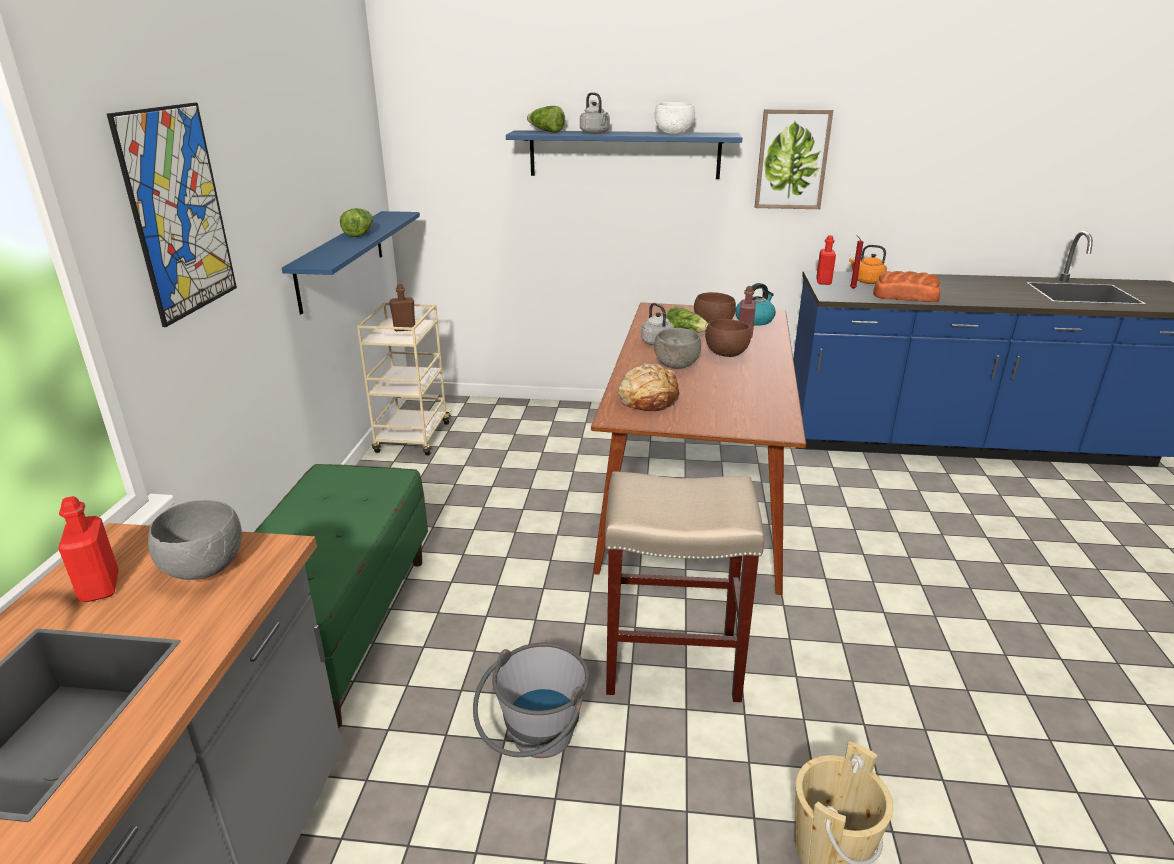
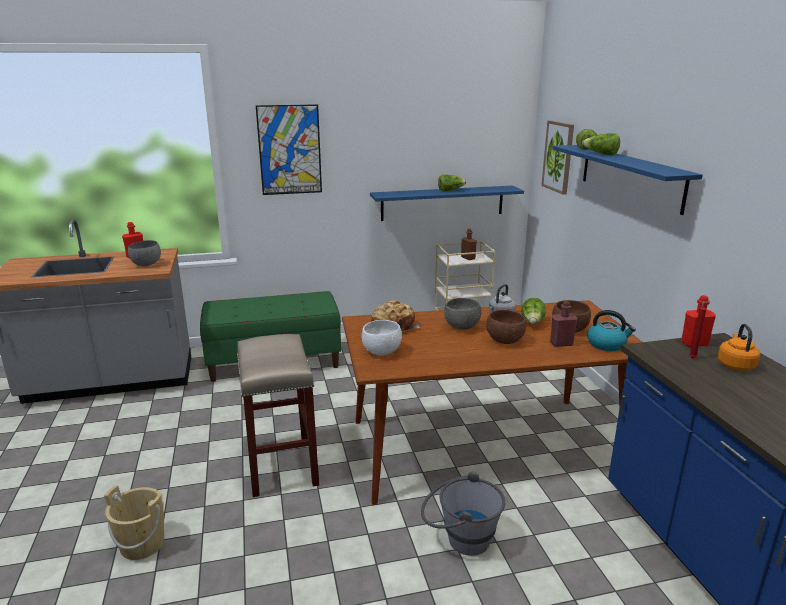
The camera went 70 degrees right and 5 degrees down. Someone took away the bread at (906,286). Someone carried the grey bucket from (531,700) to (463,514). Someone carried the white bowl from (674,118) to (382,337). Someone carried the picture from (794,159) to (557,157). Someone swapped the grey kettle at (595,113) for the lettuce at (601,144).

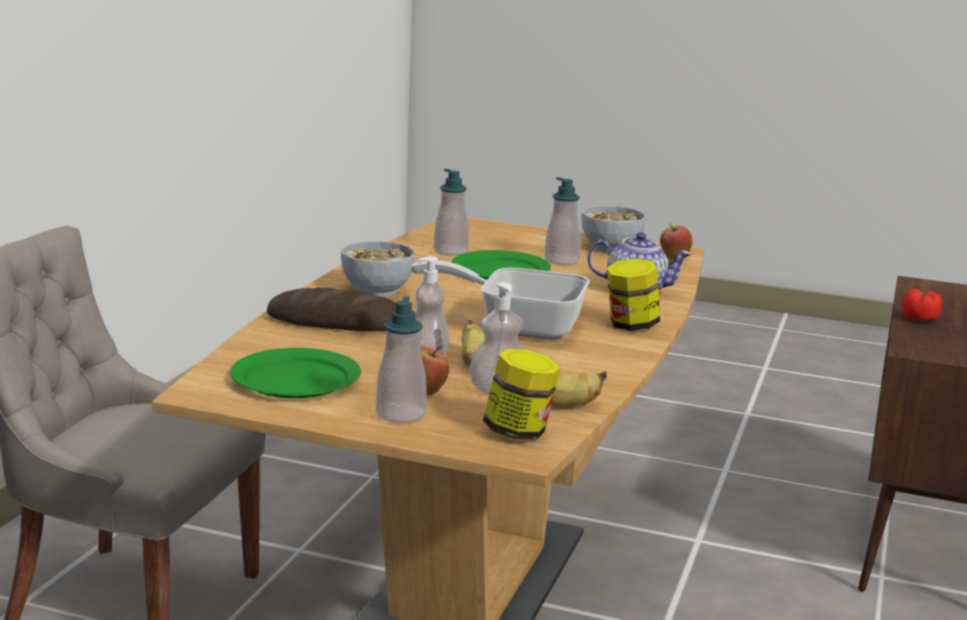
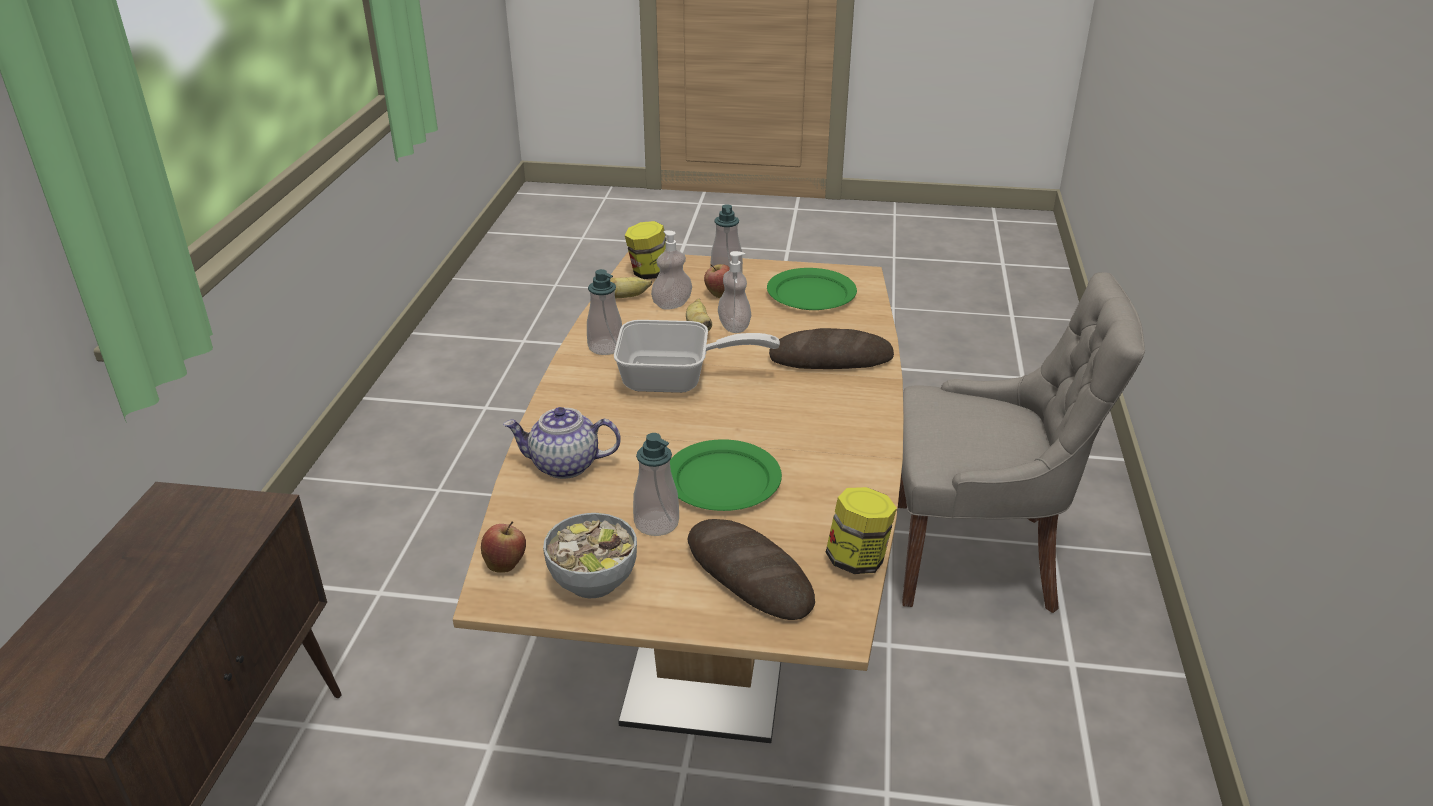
The camera went 170 degrees right and 15 degrees up. Someone took away the bowl at (378,269). Someone took away the tomato at (922,305). Someone put down the bread at (751,569). Someone carried the soap dispenser from (451,212) to (604,312). Someone carried the jar from (633,295) to (861,530).

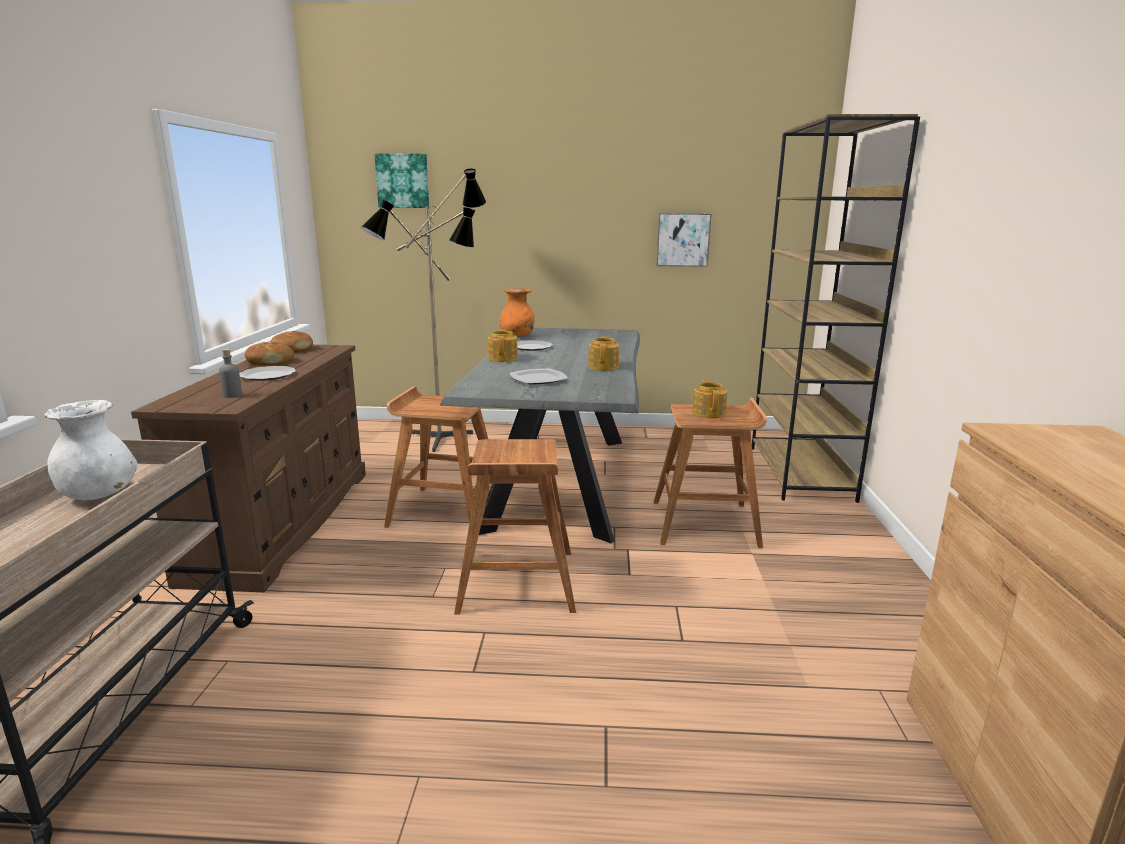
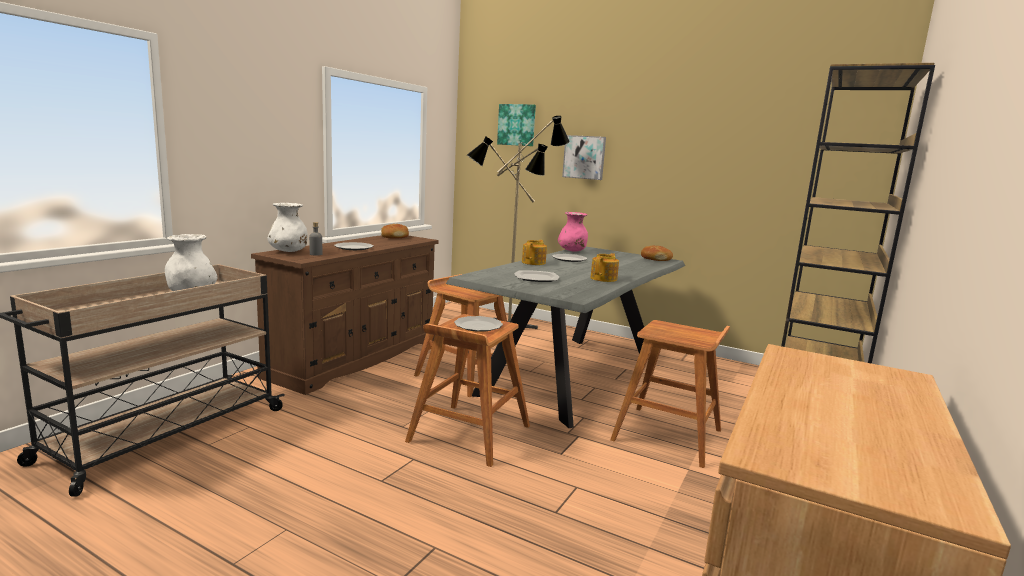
The camera went 25 degrees right and 5 degrees down. Someone took away the teapot at (709,398). Someone put down the white vase at (287,227). Someone put down the plate at (478,324). Someone carried the bread from (269,353) to (657,253). Someone carried the picture from (684,240) to (584,157). Someone repainted the orange vase at (517,312), which became the pink vase at (573,232).

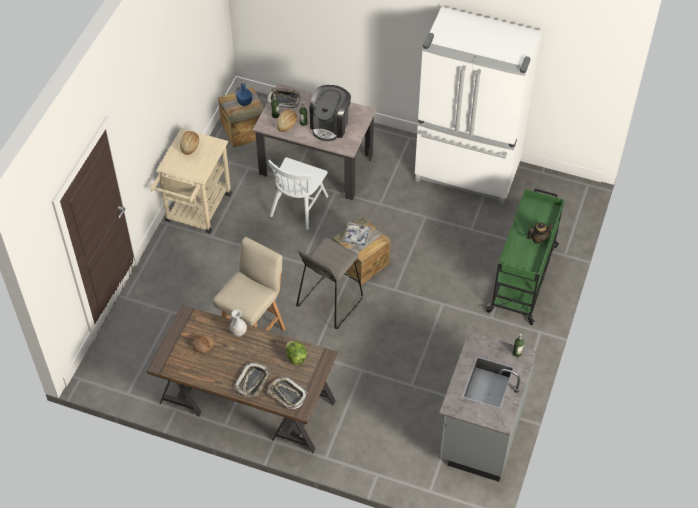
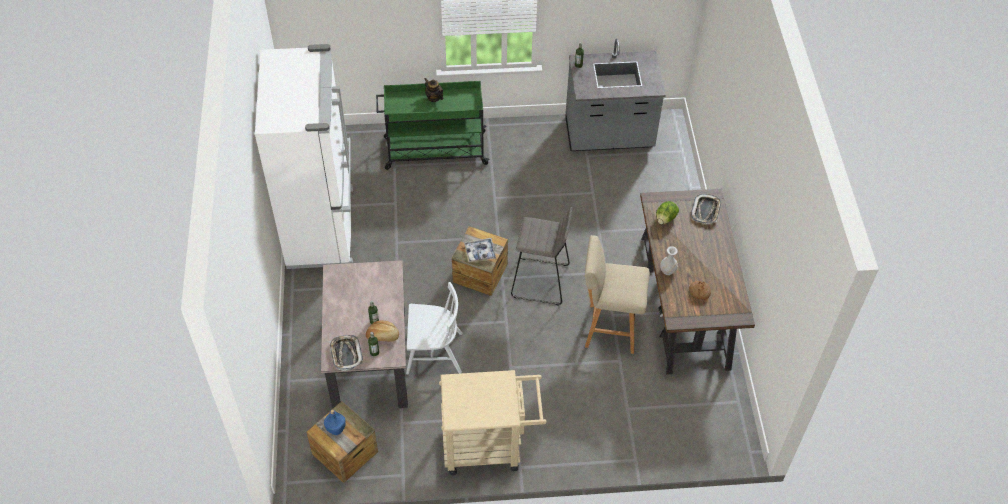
The camera went 115 degrees left and 0 degrees up. Someone took away the bread at (189,143). Someone took away the tray at (252,380). Someone took away the coffee machine at (330,113).

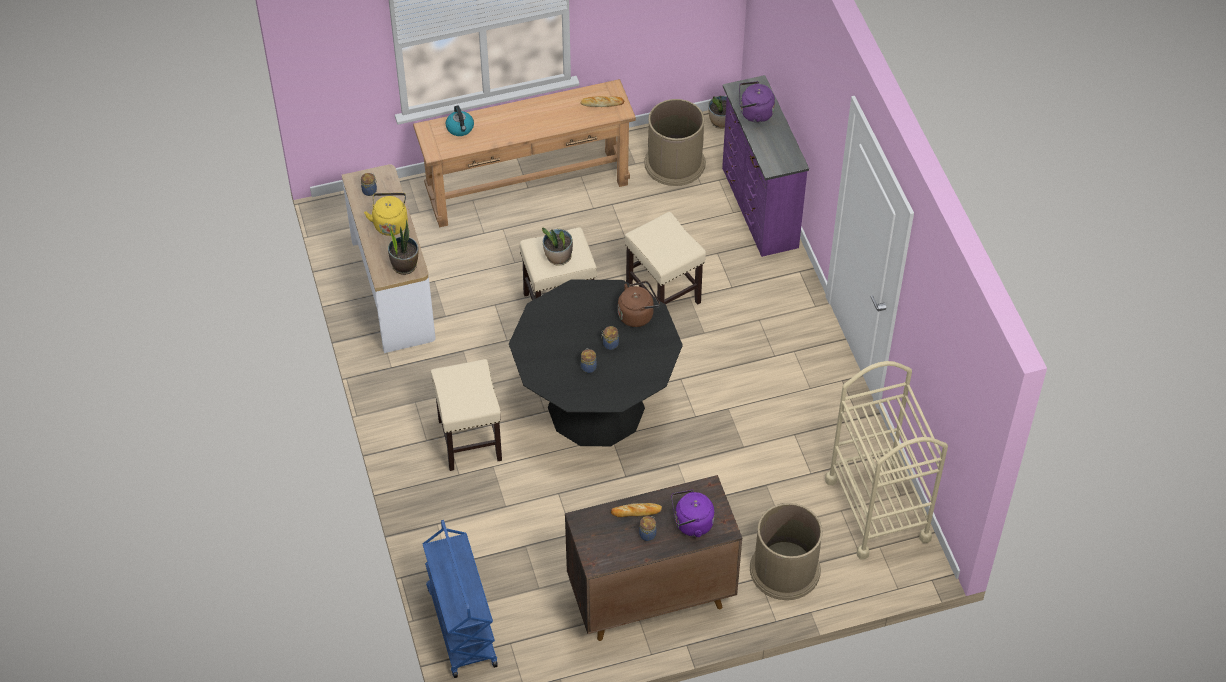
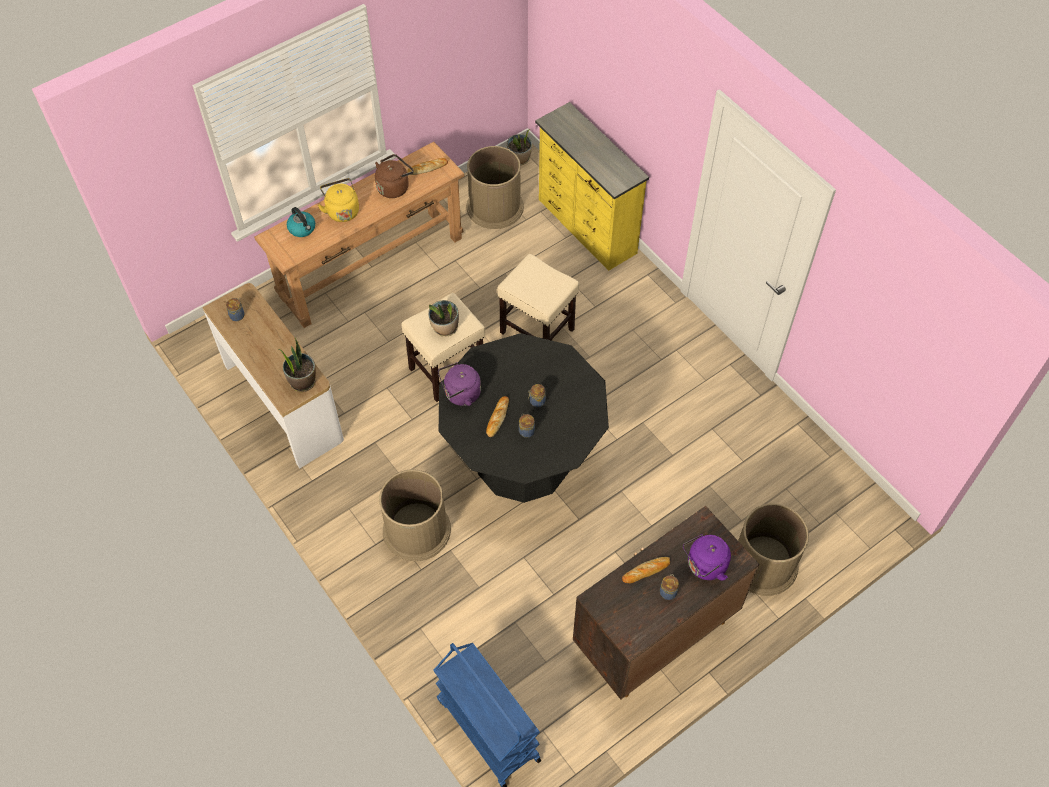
The camera went 20 degrees left and 5 degrees up. Someone took away the beige cart at (886,460). Someone put down the bread at (497,416). Someone carried the yellow kettle from (386,214) to (338,200). Someone carried the brown kettle from (639,304) to (394,176). Someone carried the purple kettle from (757,102) to (459,384). Someone swapped the beige stool at (466,415) for the brown trash can at (415,515). Someone repainted the purple dresser at (765,166), which became the yellow dresser at (592,186).

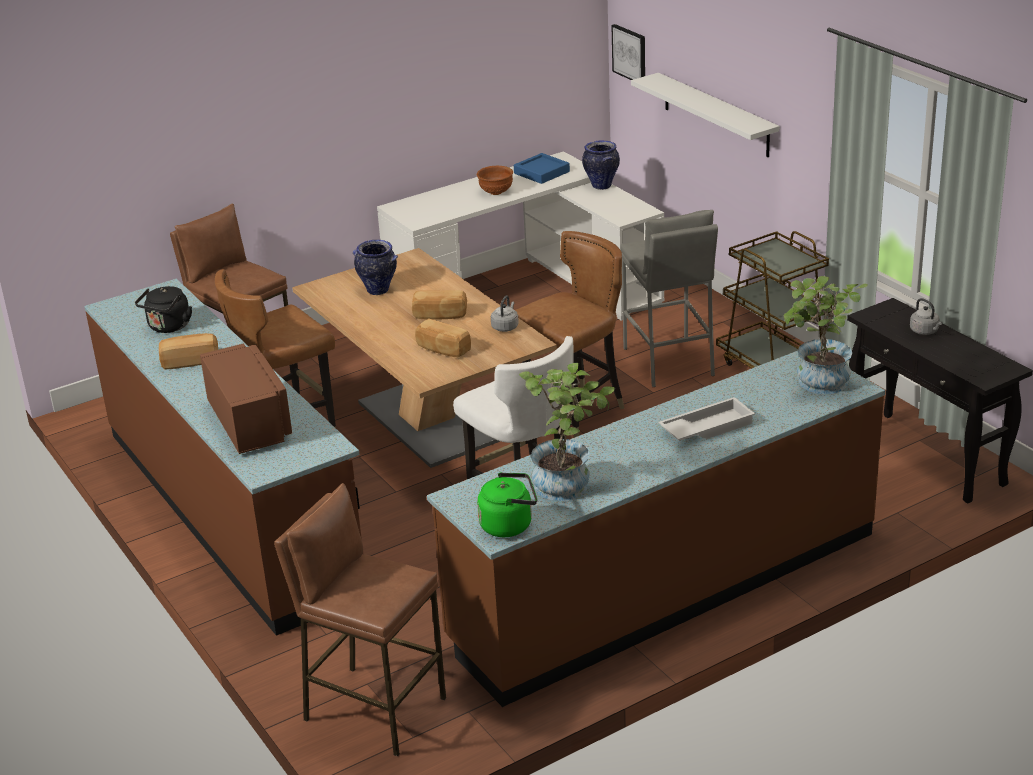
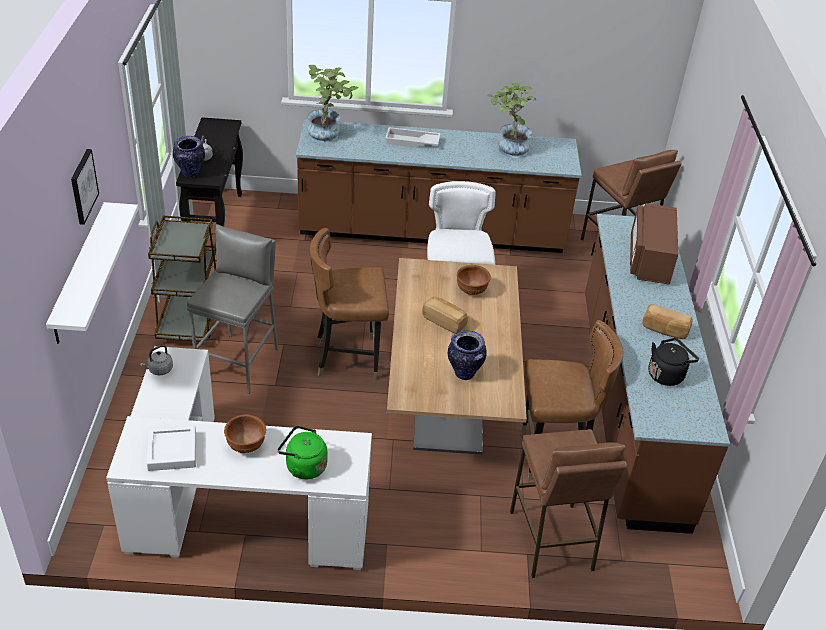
The camera went 150 degrees left and 10 degrees up. Someone carried the green kettle from (507,505) to (302,452). Someone carried the grey kettle from (505,314) to (156,360). Someone carried the vase from (601,165) to (189,156). Someone carried the picture from (628,52) to (85,187). Someone swapped the bread at (443,337) for the brown bowl at (474,280). Someone repainted the blue tray at (542,168), which became the white tray at (171,448).

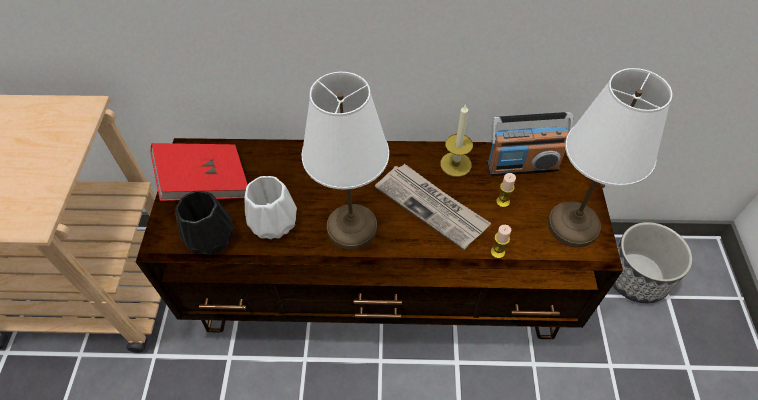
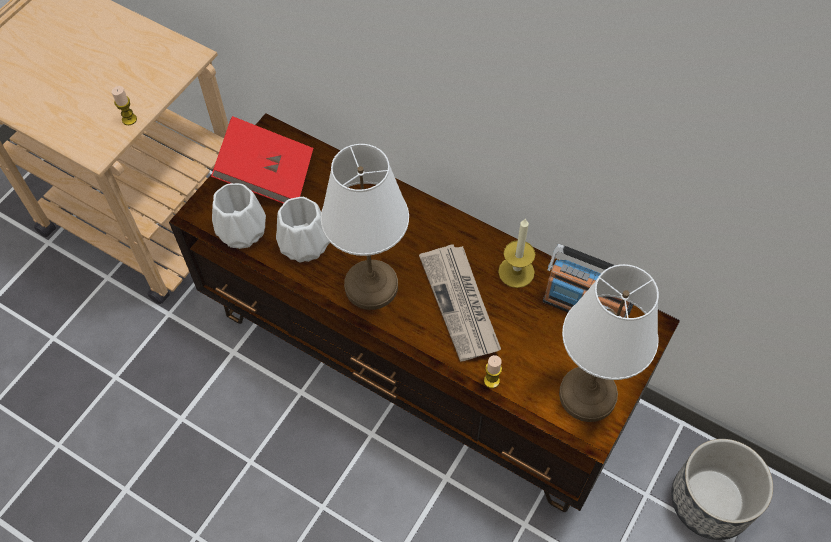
The camera went 30 degrees right and 5 degrees up. Someone carried the candle from (506,190) to (124,105). Someone repainted the black vase at (204,223), which became the white vase at (239,216).

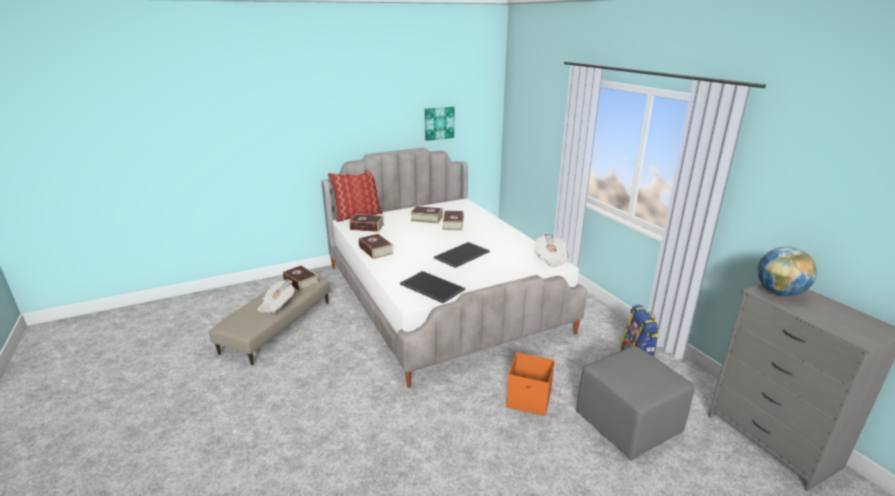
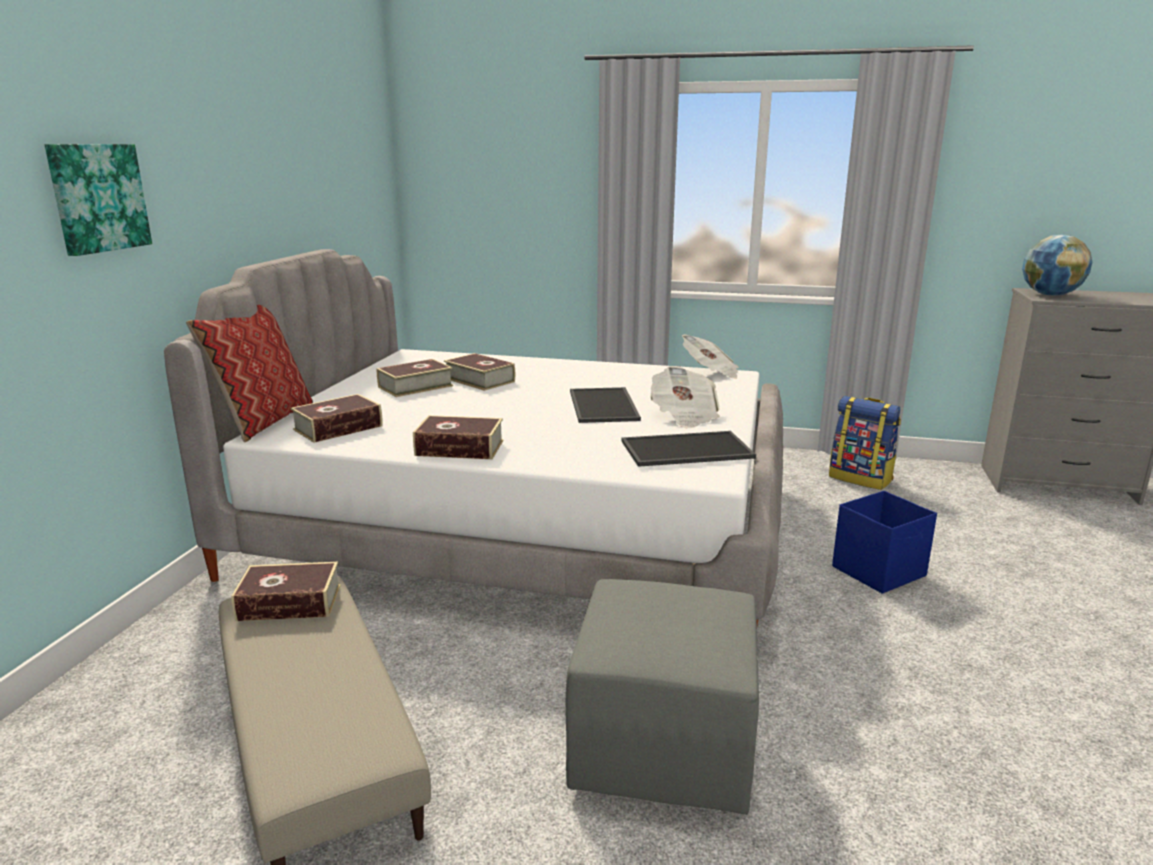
The camera went 50 degrees left and 5 degrees down. Someone carried the newspaper from (276,296) to (685,397). Someone carried the picture from (439,123) to (98,200). Someone carried the grey ottoman from (635,403) to (662,697). Someone repainted the orange storage box at (530,384), which became the blue storage box at (884,542).

